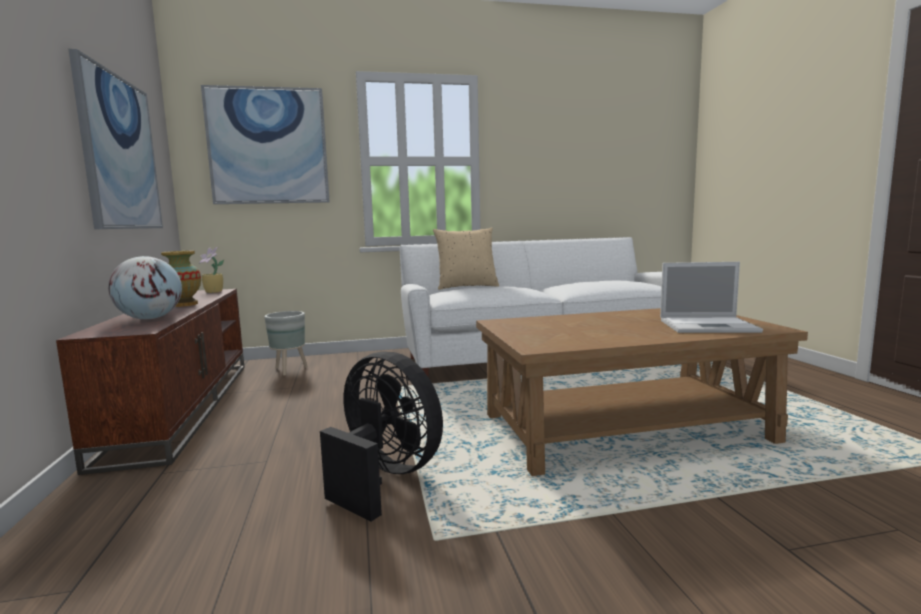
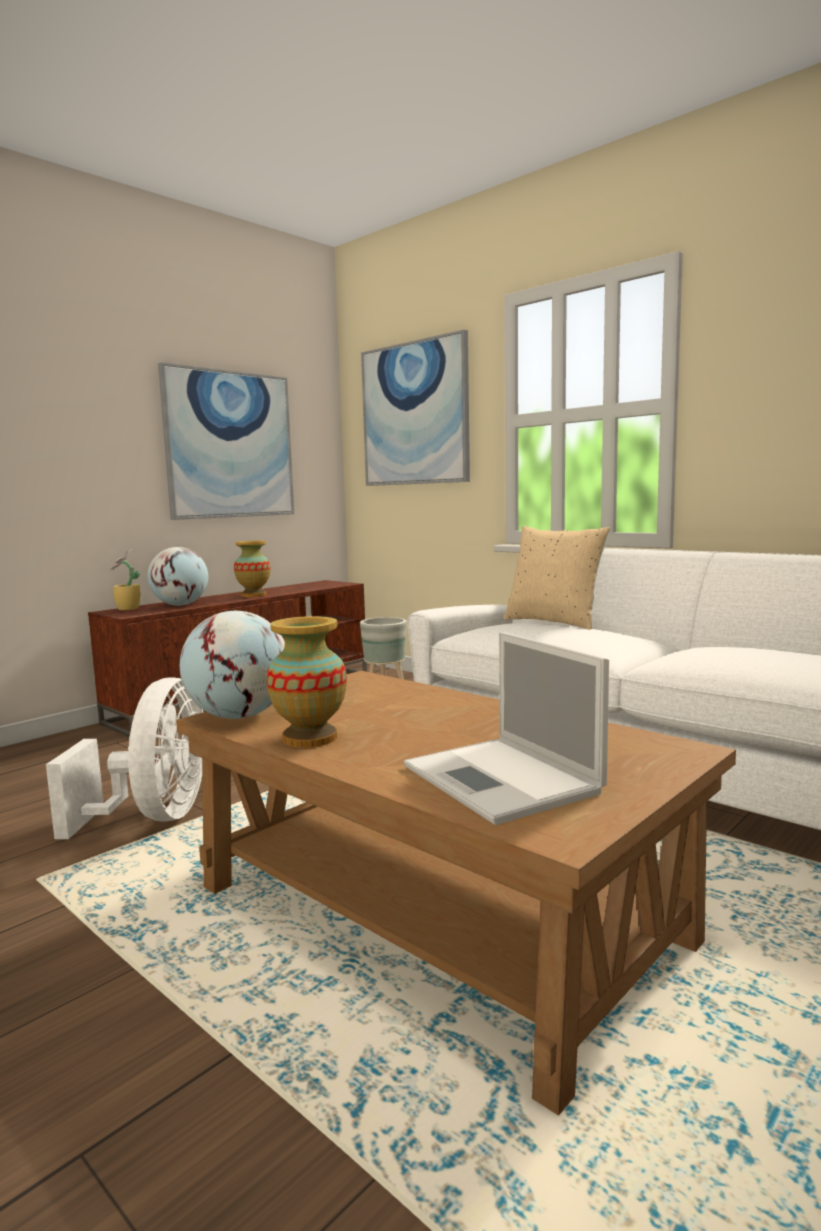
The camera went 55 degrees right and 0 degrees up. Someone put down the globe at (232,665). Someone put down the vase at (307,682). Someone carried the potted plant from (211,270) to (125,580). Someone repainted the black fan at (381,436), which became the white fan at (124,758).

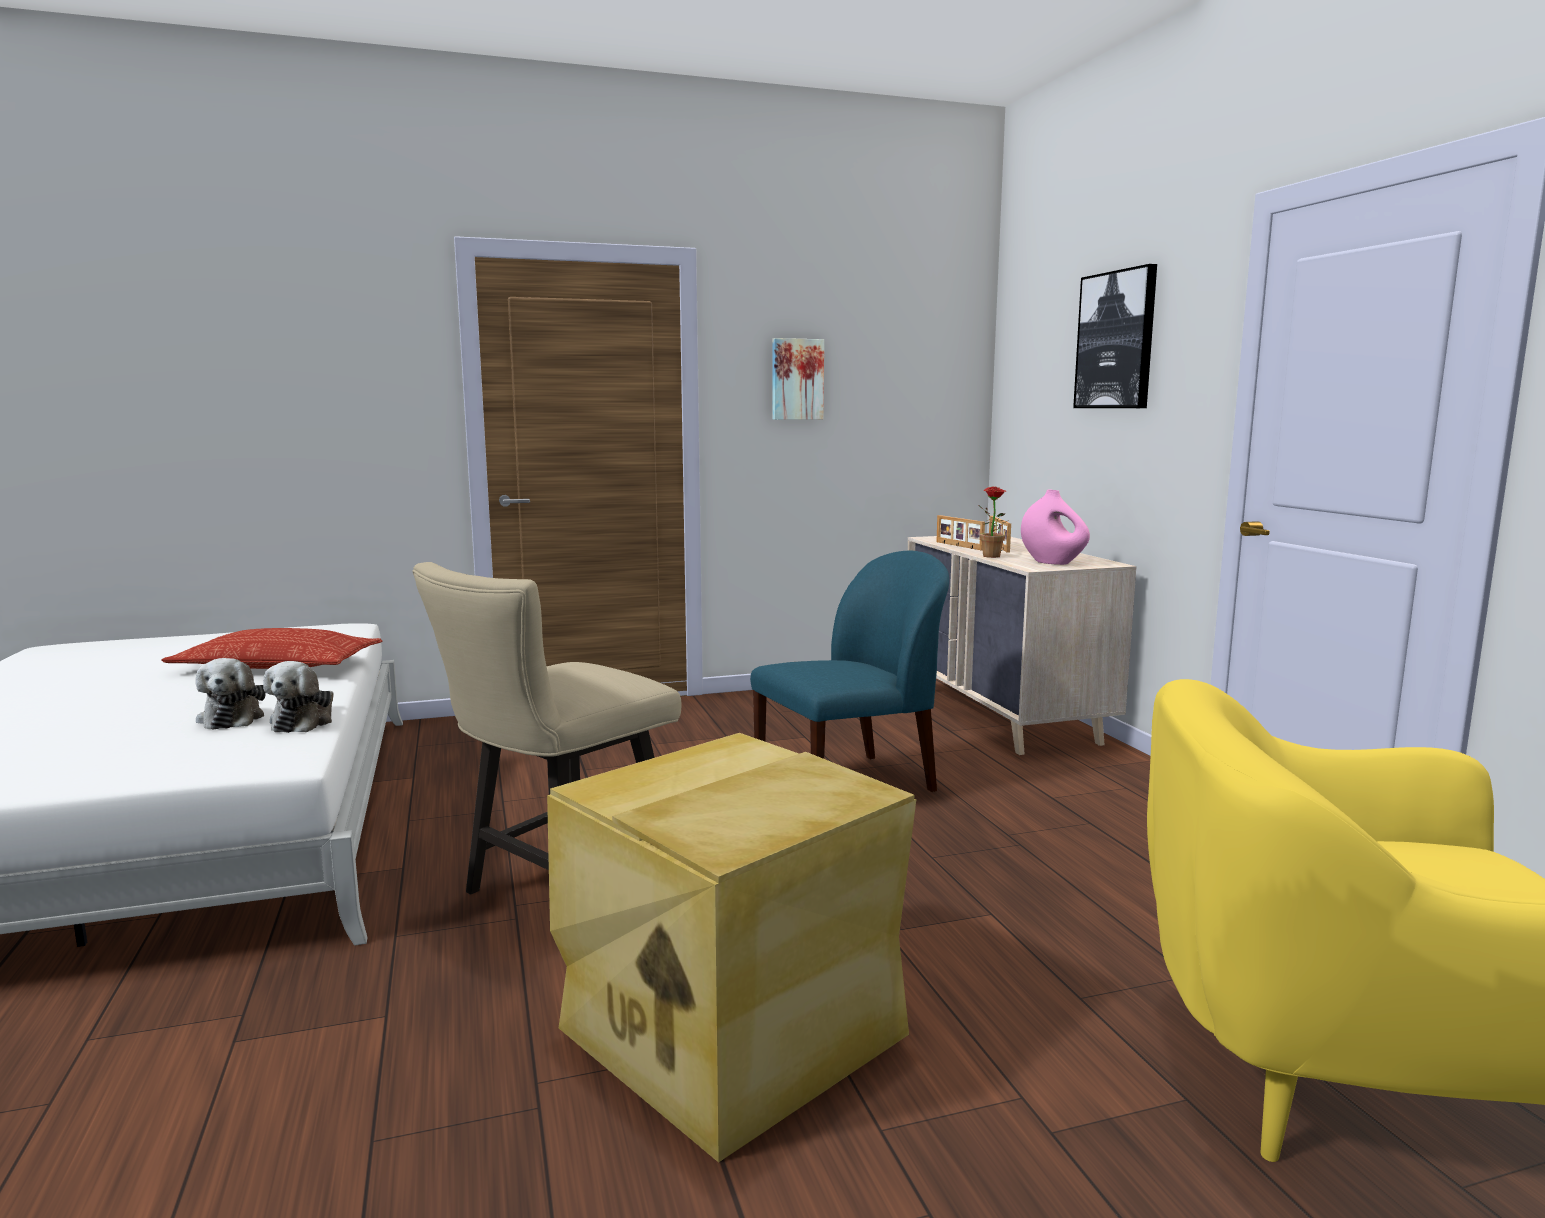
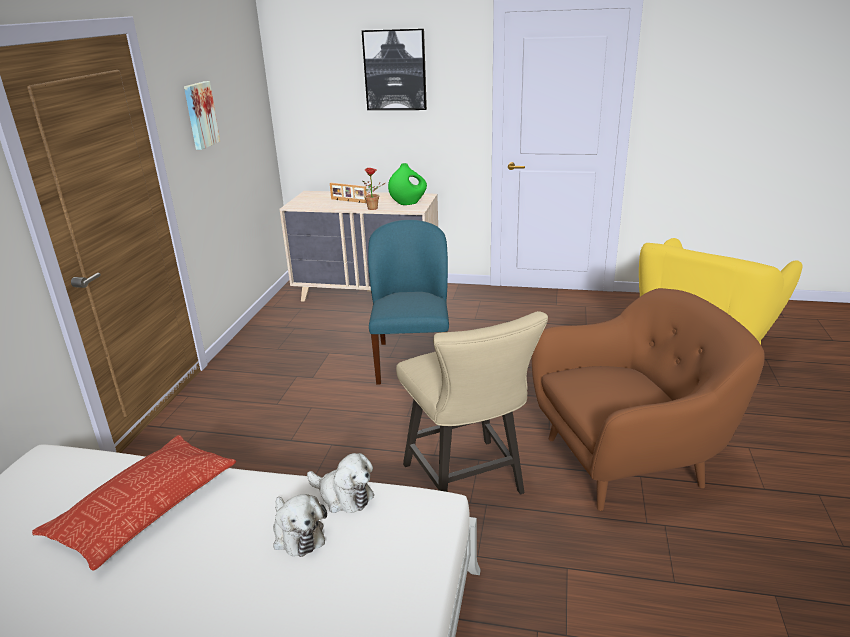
The camera went 60 degrees left and 15 degrees up. Someone took away the picture frame at (960,533). Someone swapped the beige storage box at (731,948) for the brown armchair at (648,399). Someone repainted the pink vase at (1055,527), which became the green vase at (407,184). Someone rotated the plush toy at (230,694) by 45 degrees clockwise.

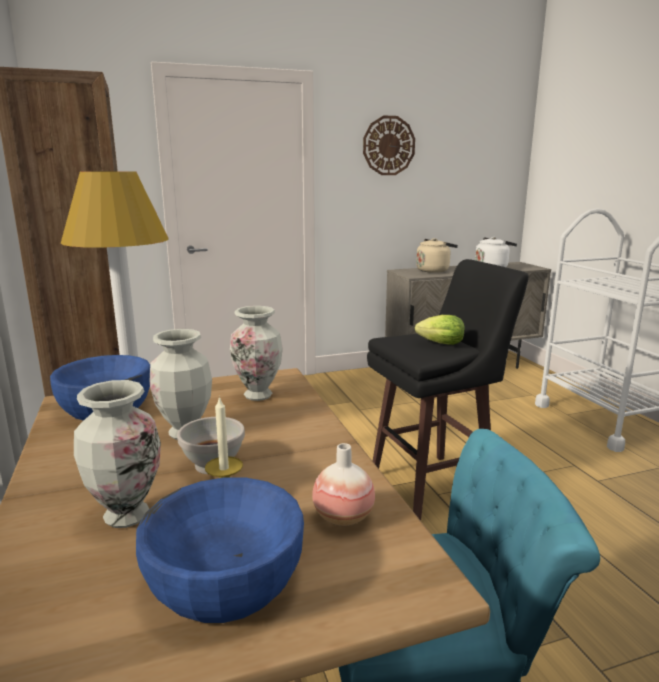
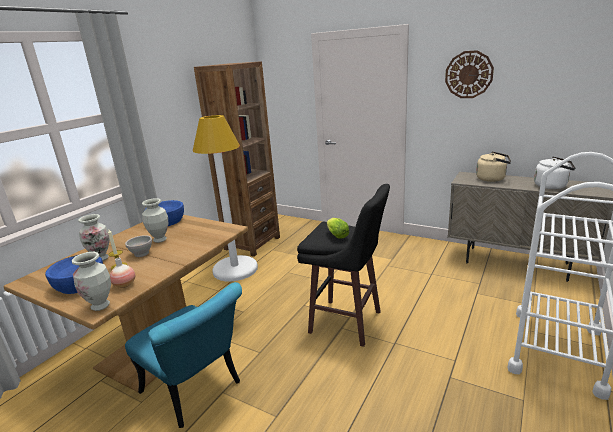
The camera went 50 degrees right and 5 degrees up. Someone carried the vase from (256,353) to (91,281).

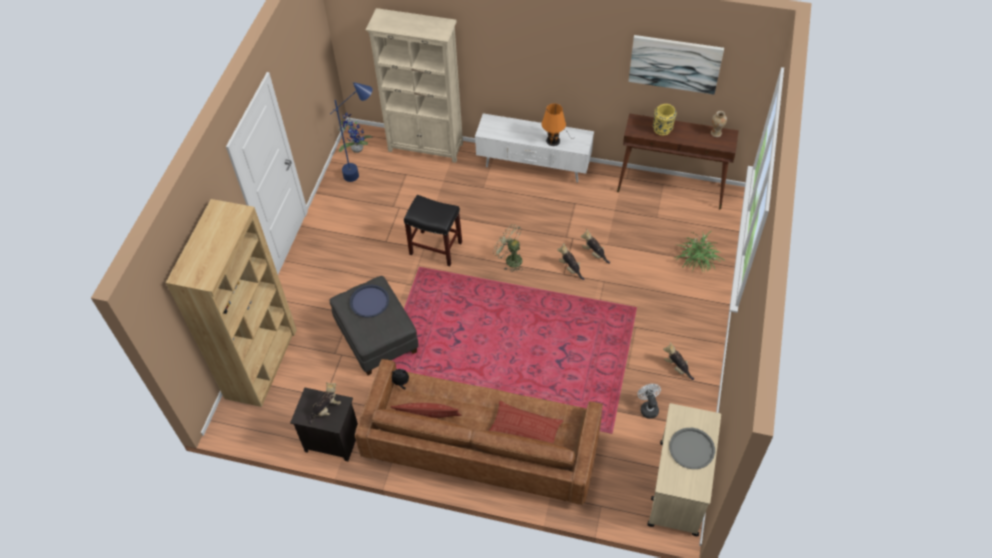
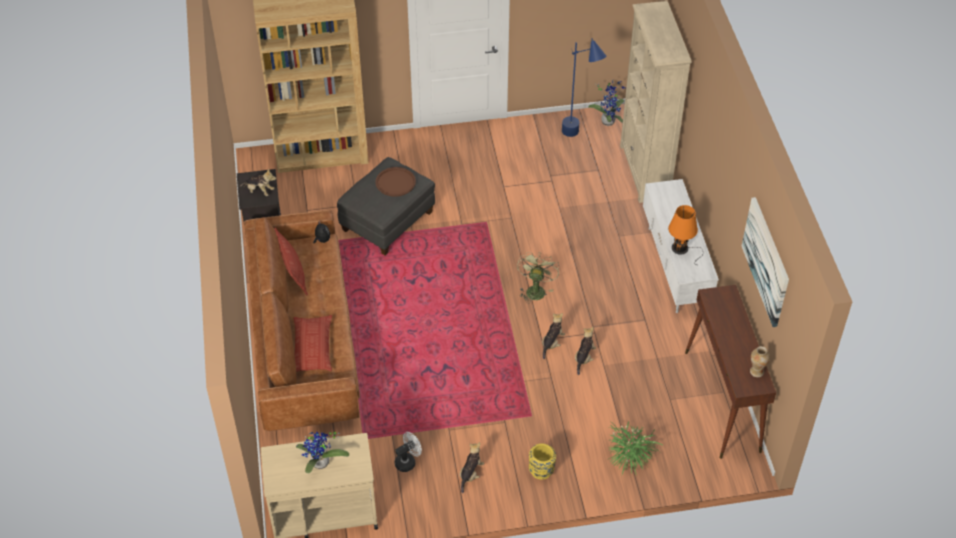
The camera went 65 degrees right and 5 degrees down. Someone took away the black stool at (433,230). Someone carried the yellow vase from (665,120) to (542,462). Someone swapped the grey tray at (692,448) for the potted plant at (322,452). Someone repainted the blue tray at (369,301), which became the brown tray at (395,182).

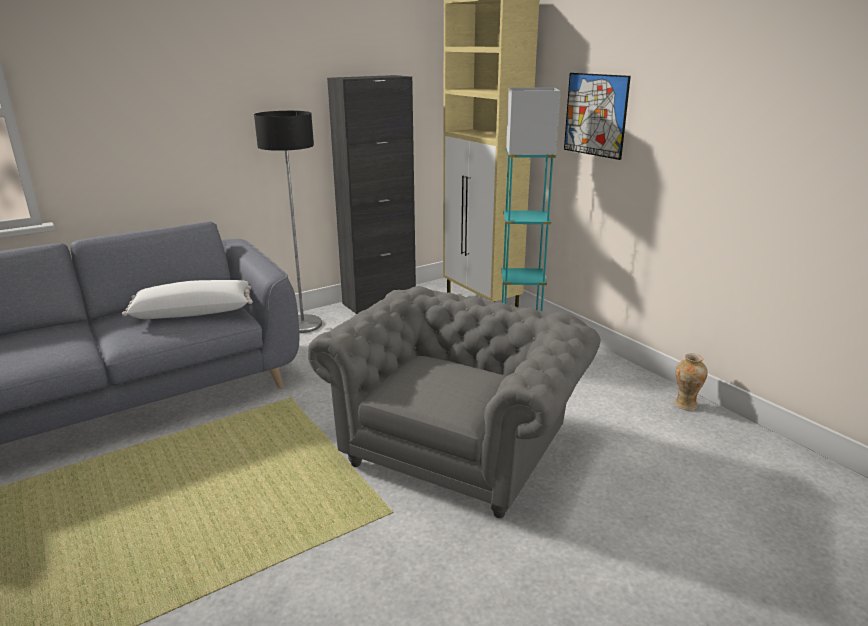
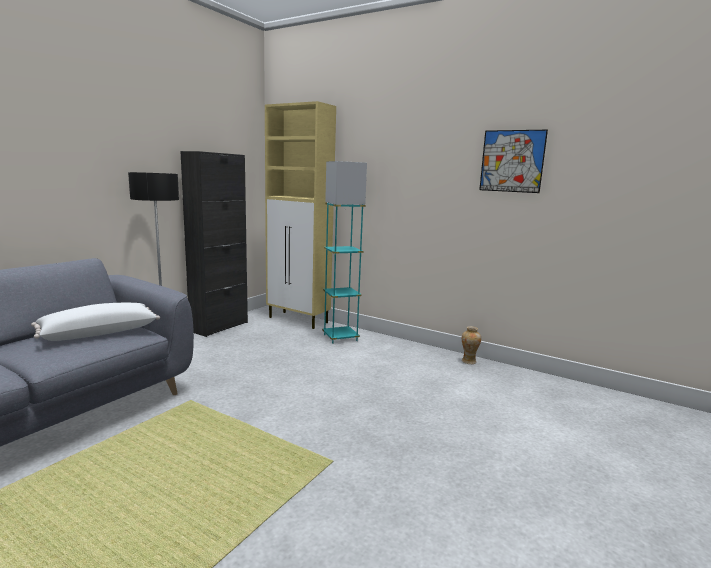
The camera went 25 degrees left and 10 degrees down. Someone took away the grey armchair at (454,402). Someone carried the picture from (597,116) to (513,161).

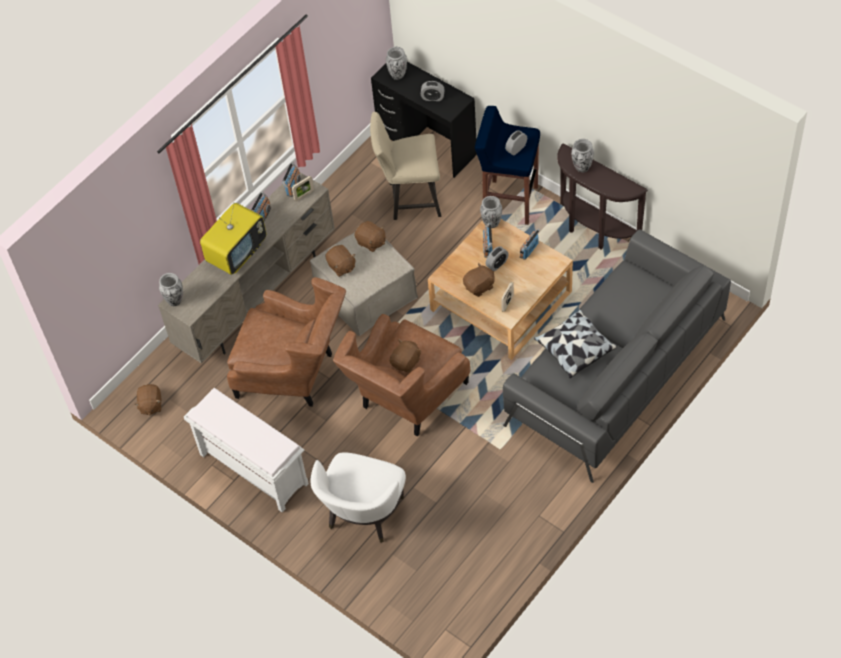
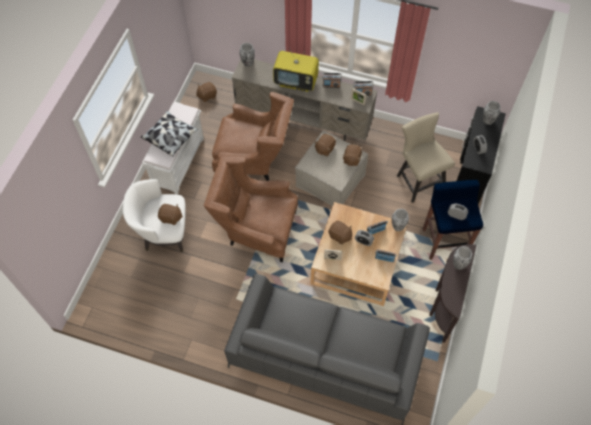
The camera went 65 degrees right and 5 degrees up. Someone carried the brown plush toy from (405,356) to (170,214). Someone carried the pillow from (575,343) to (169,134). Someone rotated the brown armchair at (286,342) by 75 degrees counterclockwise.

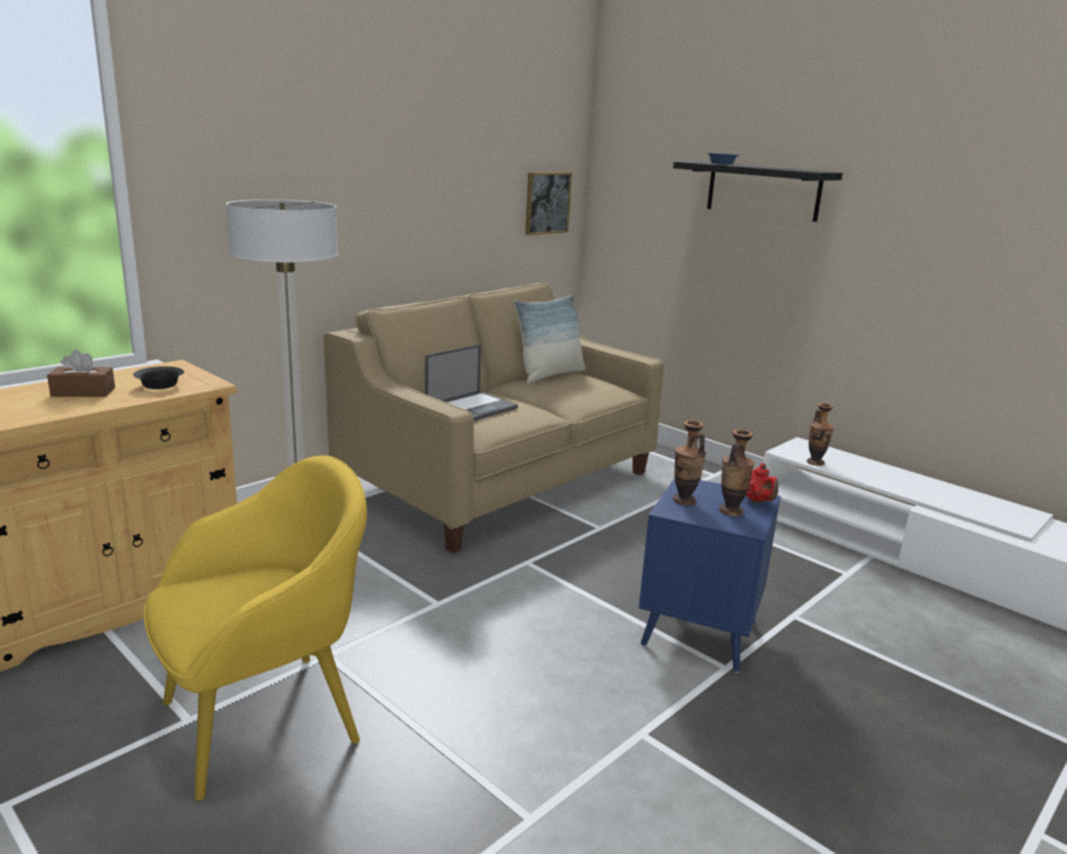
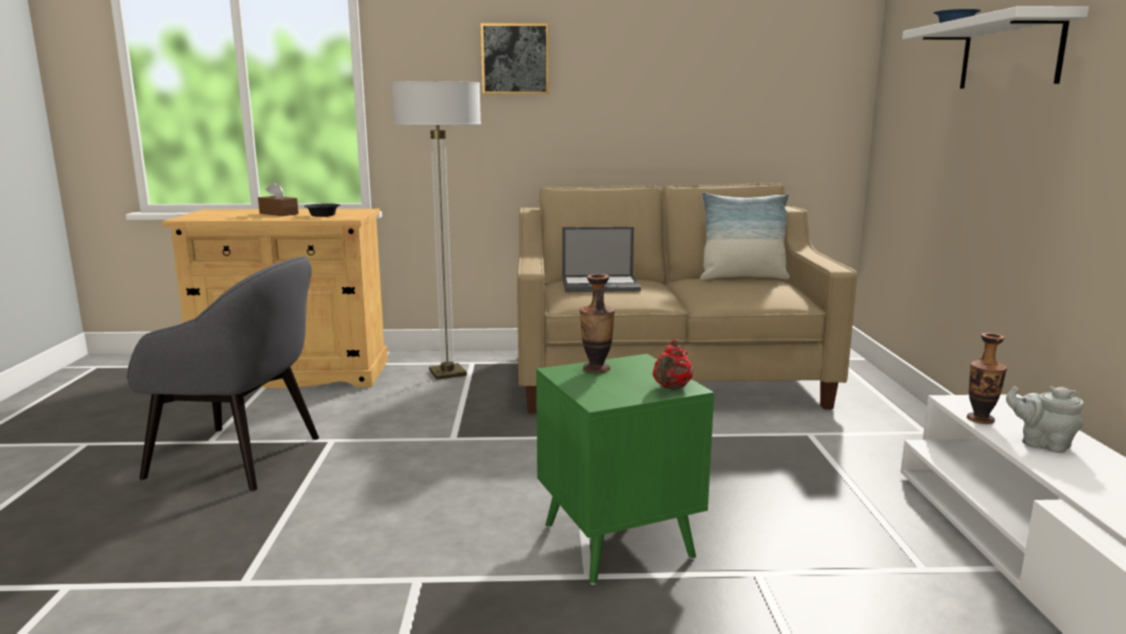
The camera went 45 degrees right and 5 degrees down. Someone took away the vase at (736,473). Someone put down the grey teapot at (1045,419). Someone carried the picture from (548,203) to (515,58). Someone repainted the yellow armchair at (255,628), which became the grey armchair at (222,373). Someone repainted the blue side table at (710,575), which became the green side table at (625,469). Someone repainted the black shelf at (758,191), which became the white shelf at (995,47).

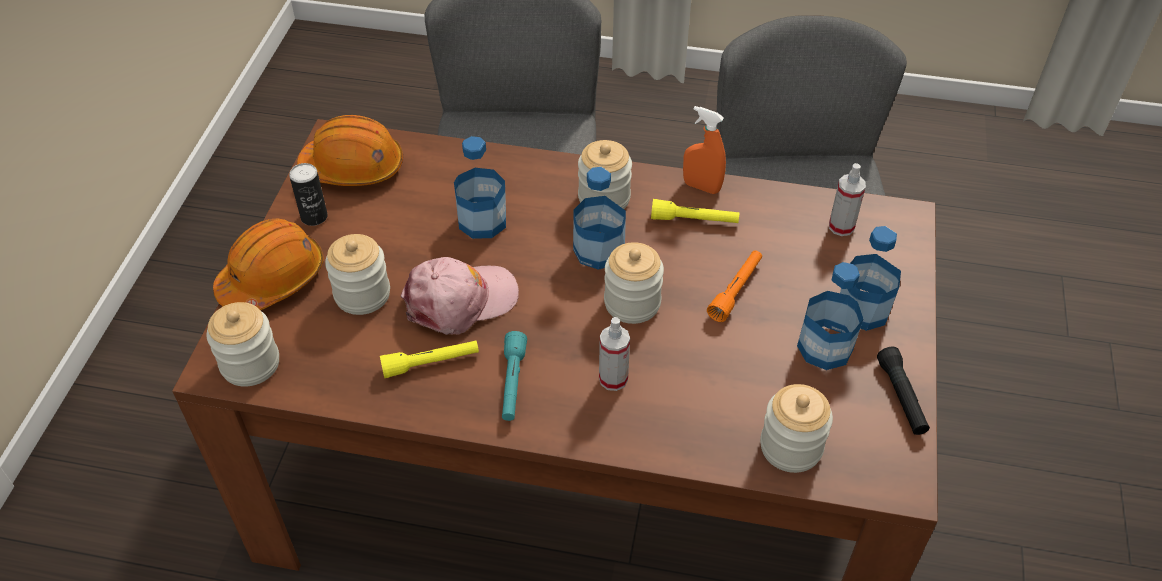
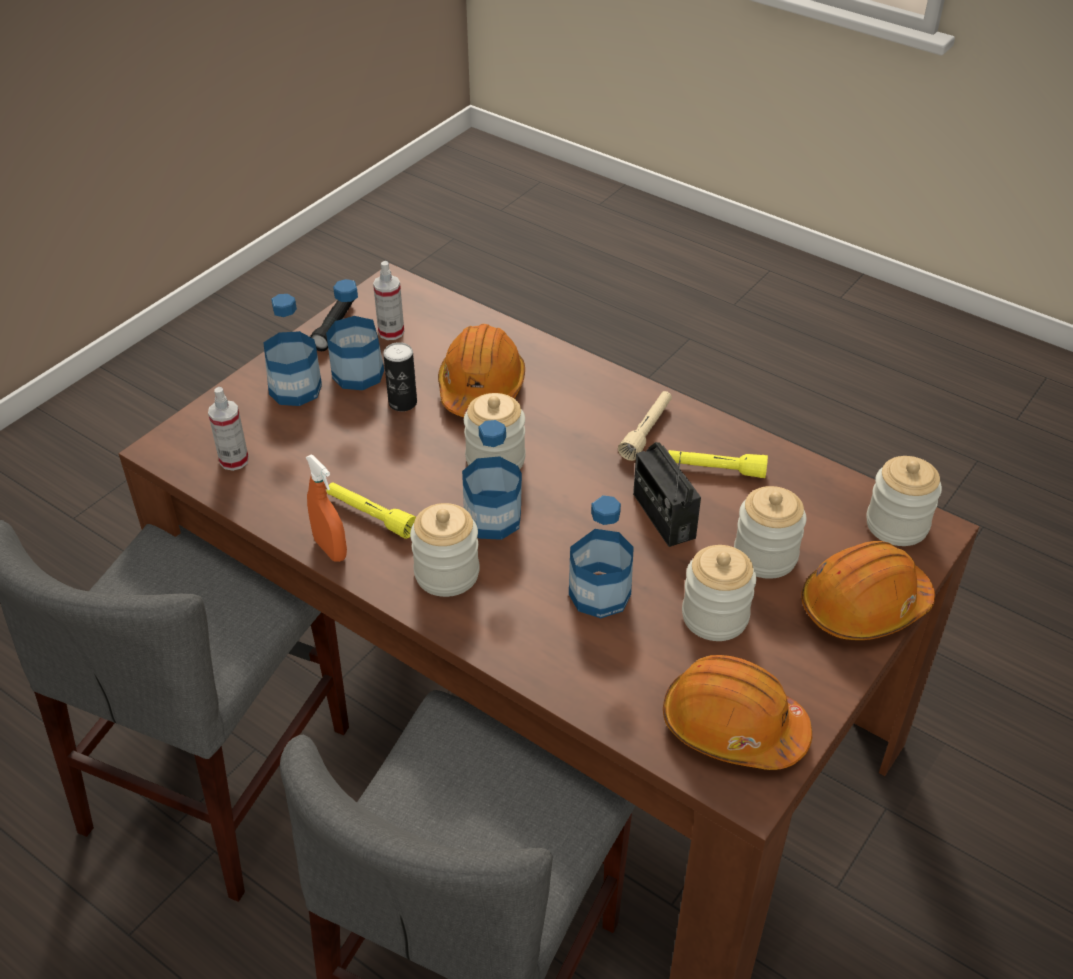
The camera went 155 degrees left and 5 degrees down. Someone took away the orange flashlight at (734,286). Someone put down the orange hard hat at (481,370). Someone carried the can from (308,194) to (400,376). Someone carried the spray bottle from (614,354) to (388,300). Someone carried the jar from (796,428) to (719,593). Someone swapped the pink cap at (459,296) for the radio at (667,494). Someone repainted the turquoise flashlight at (514,376), which became the beige flashlight at (645,426).

